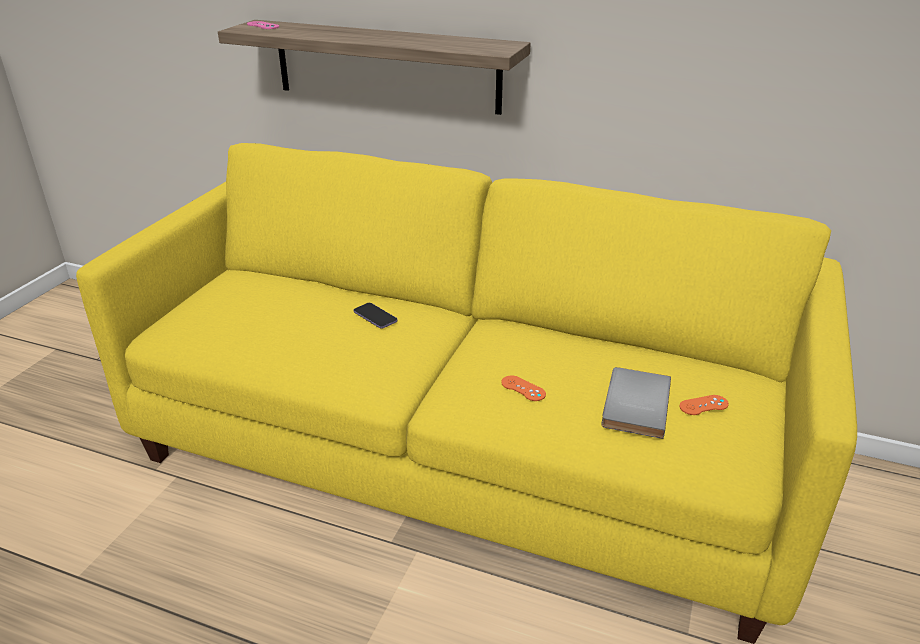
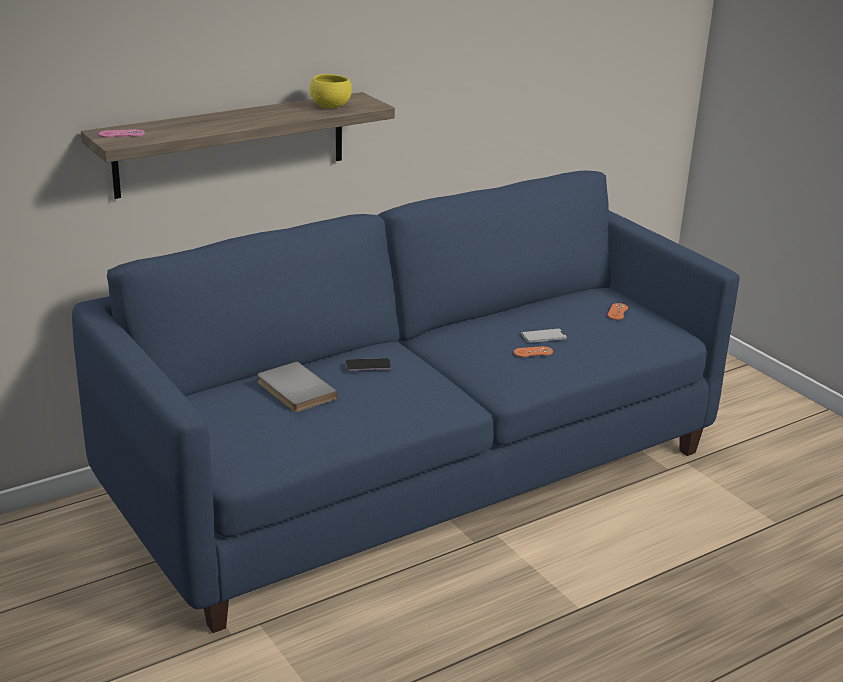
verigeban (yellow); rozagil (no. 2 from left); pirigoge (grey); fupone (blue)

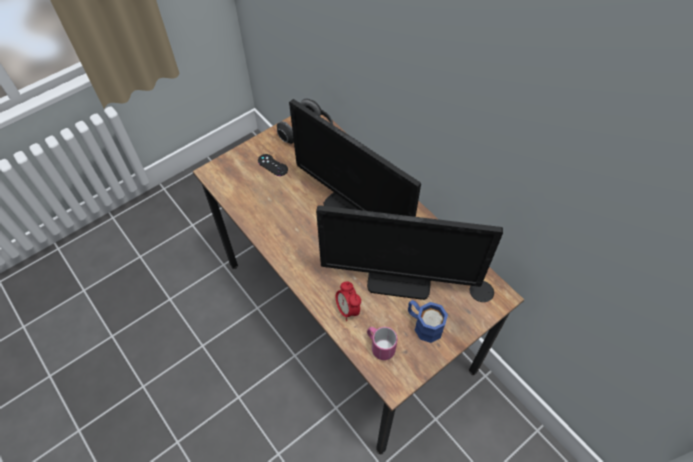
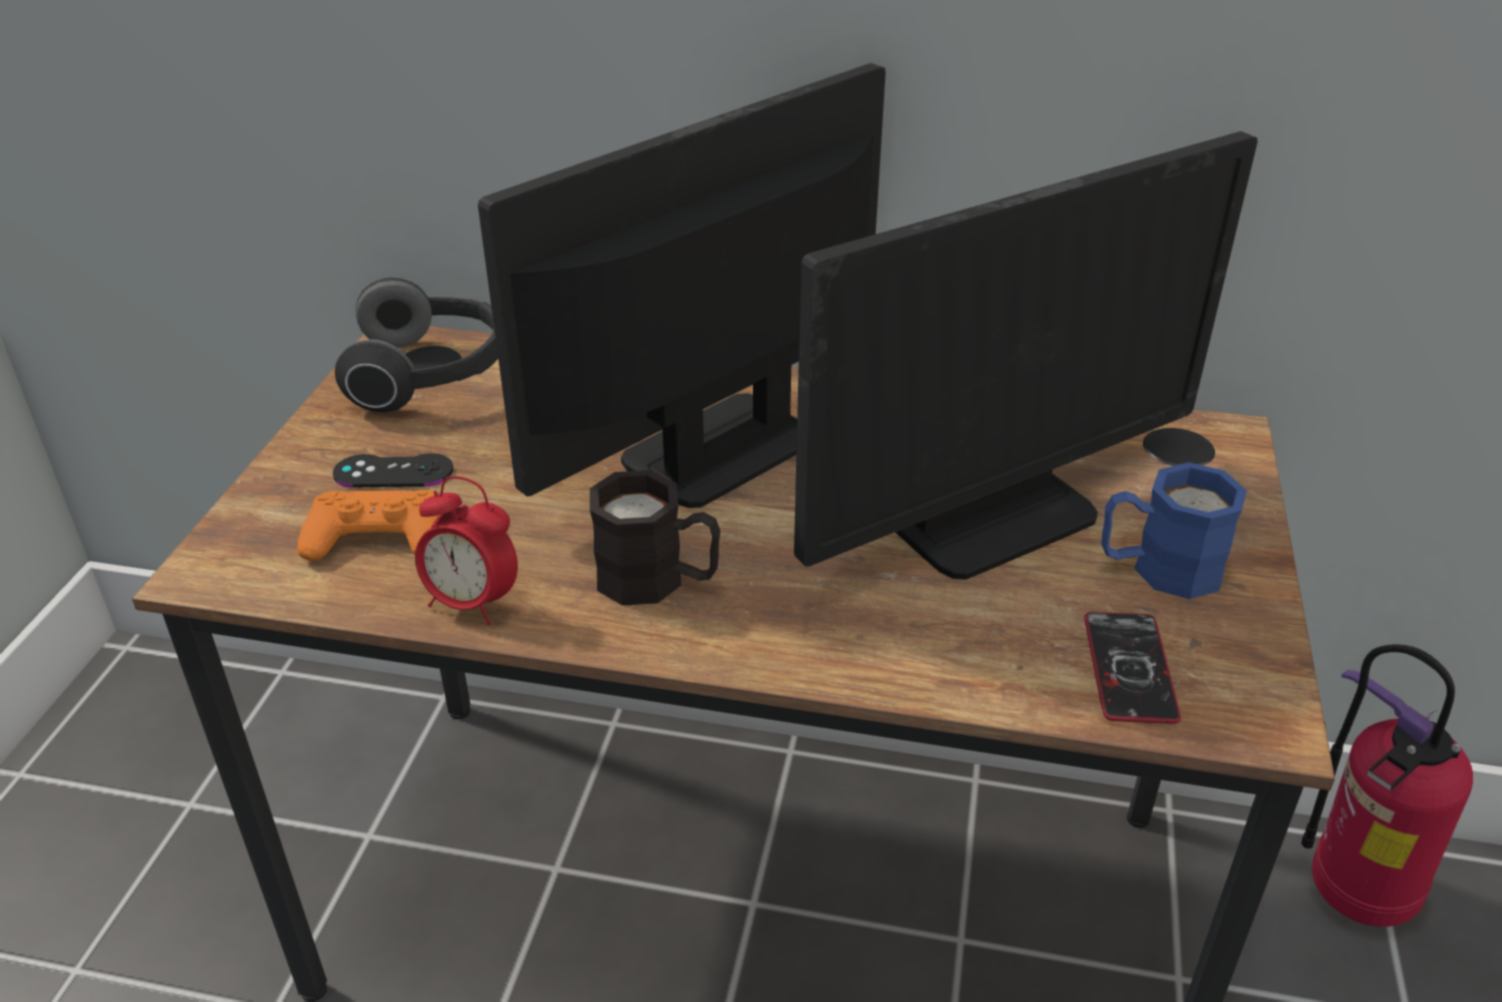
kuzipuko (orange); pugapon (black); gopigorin; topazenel; rozagil; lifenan (no. 1 from left)

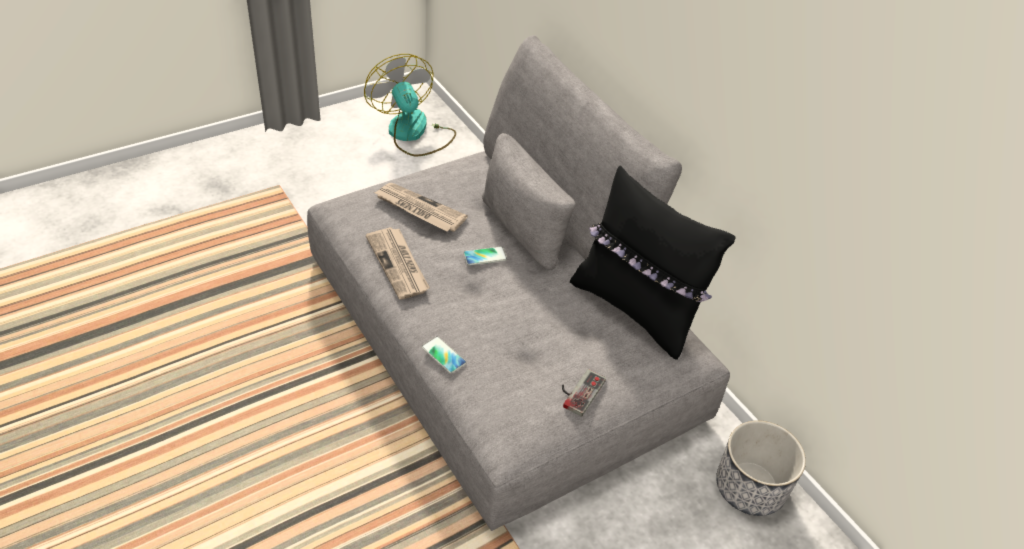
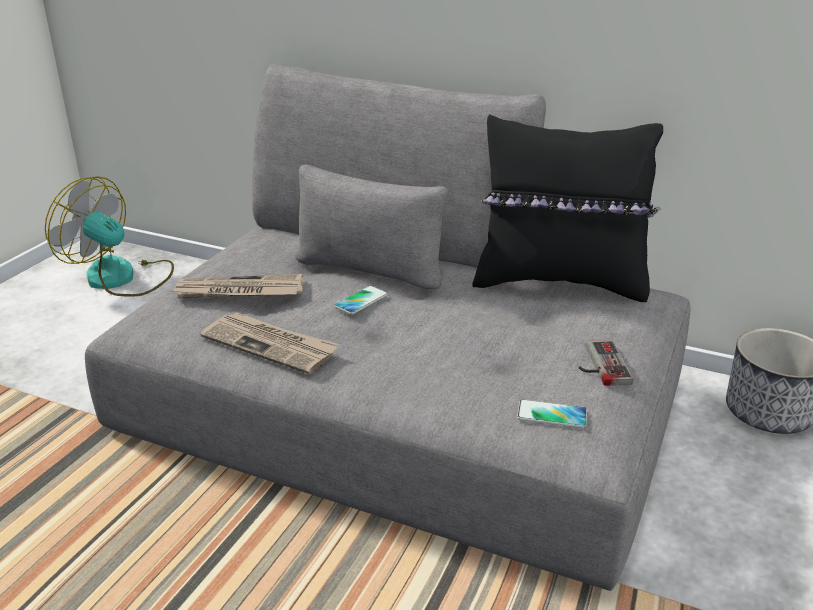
rozagil (no. 2 from left)

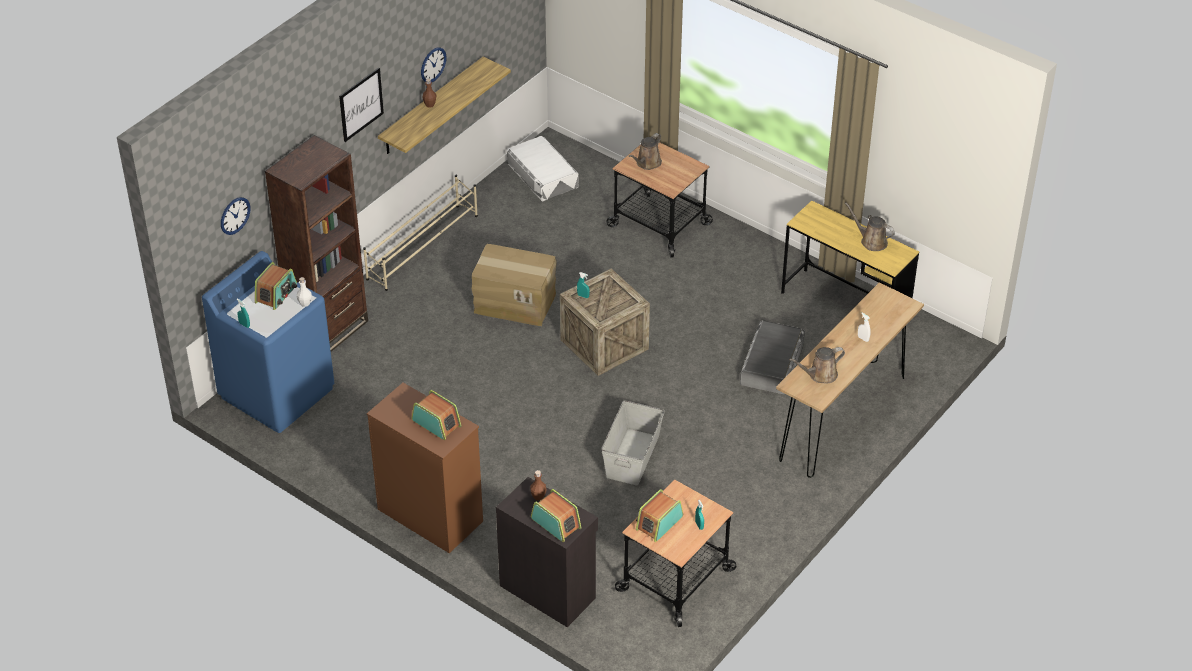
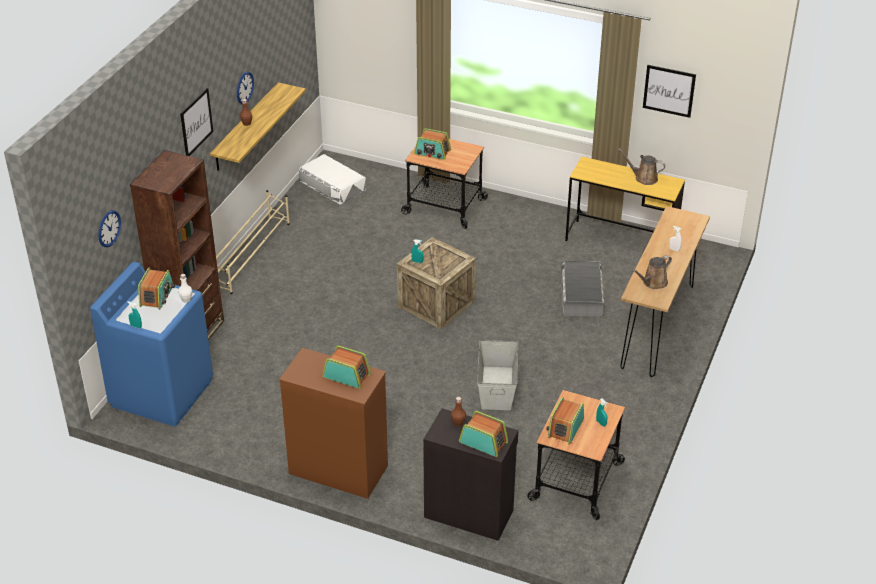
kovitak; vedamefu (no. 2 from left); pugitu (no. 3 from left)

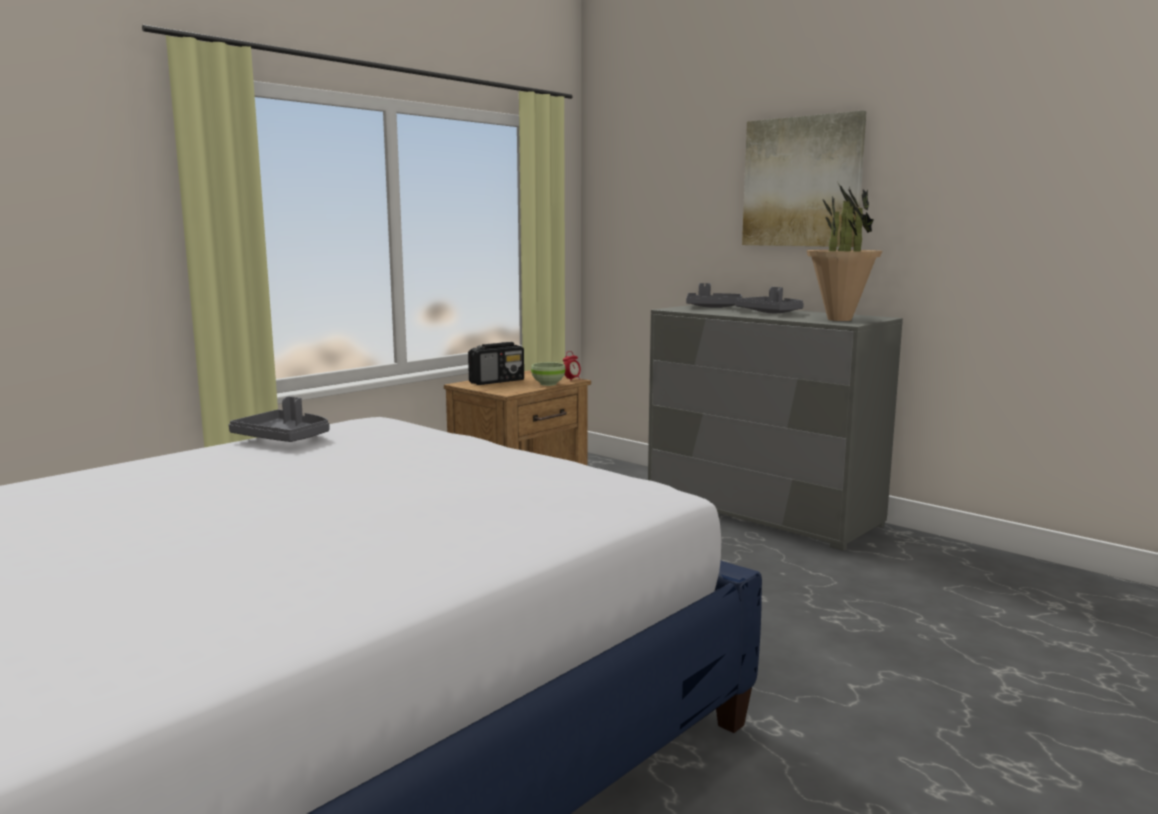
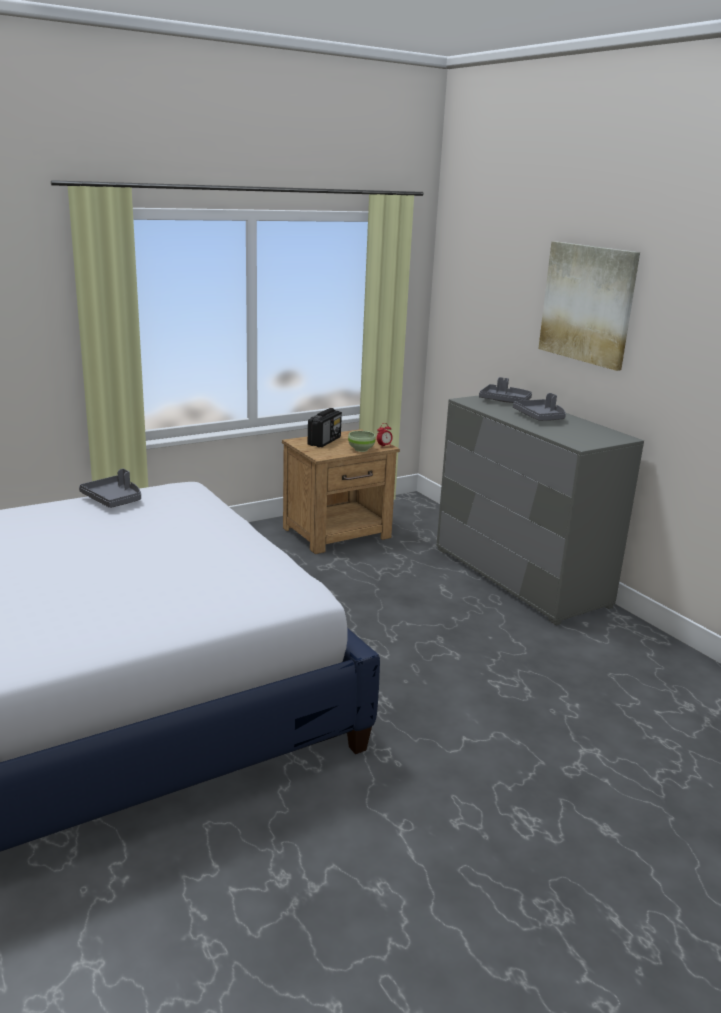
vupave; pugitu

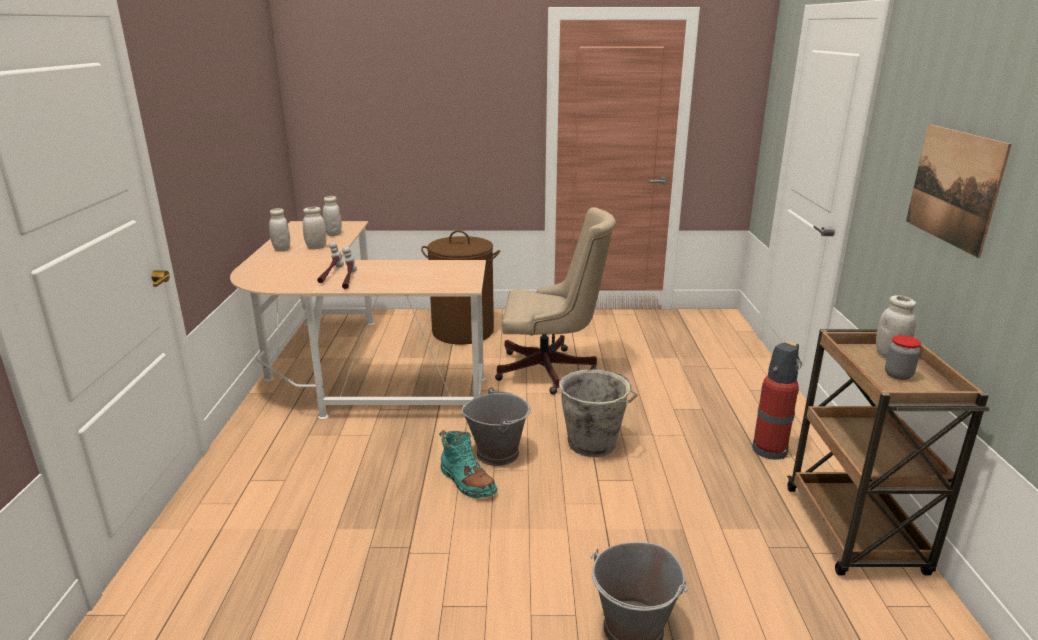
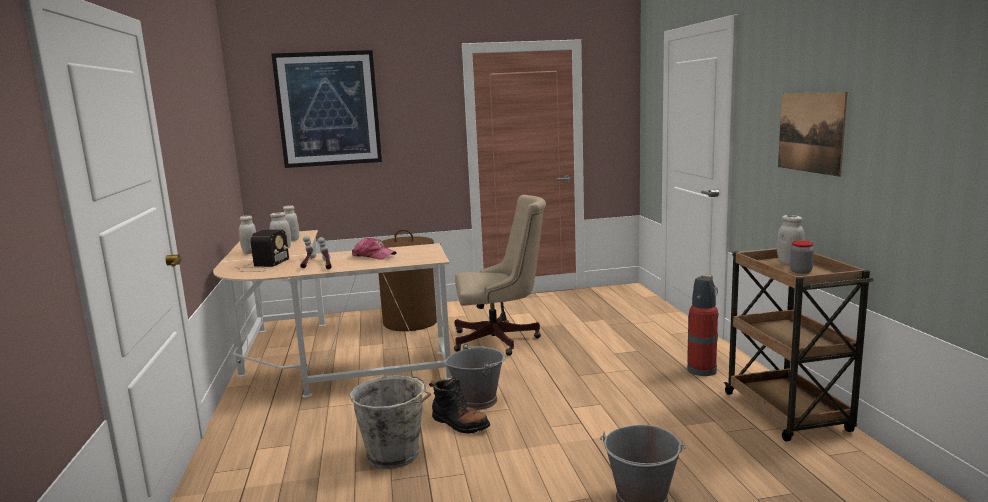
pugitu; vedamefu (no. 1 from left); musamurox; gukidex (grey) (no. 1 from left); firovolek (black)

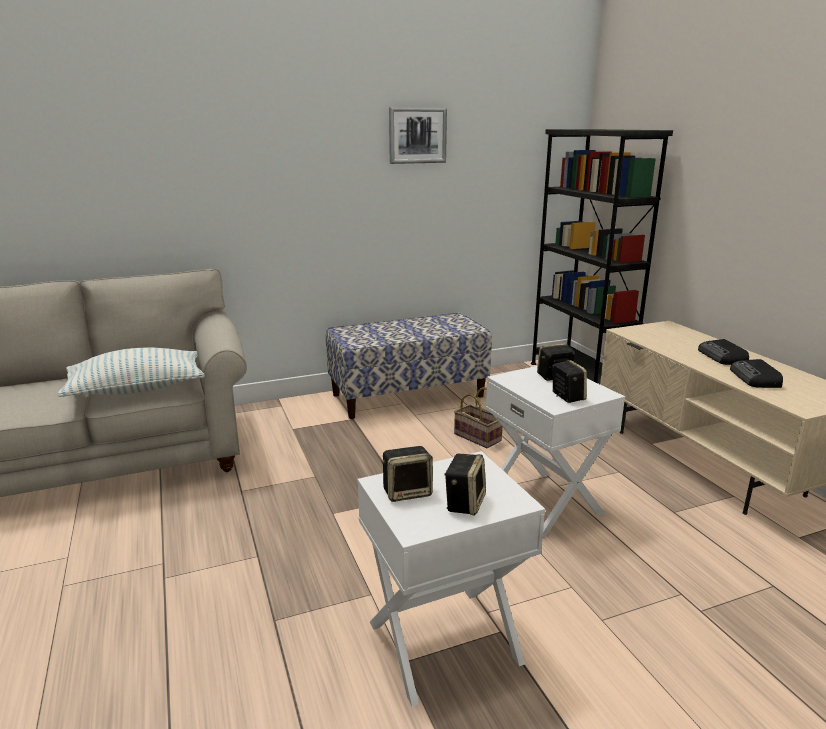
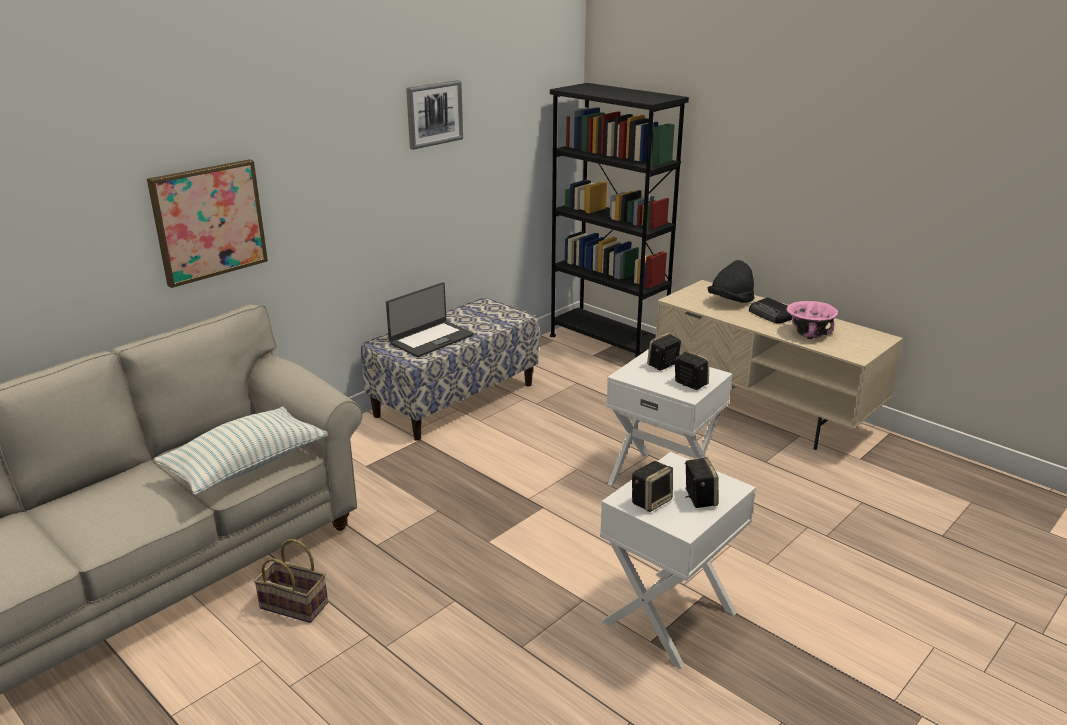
vedamefu (no. 1 from left); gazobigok; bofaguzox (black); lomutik; verigeban (pink)

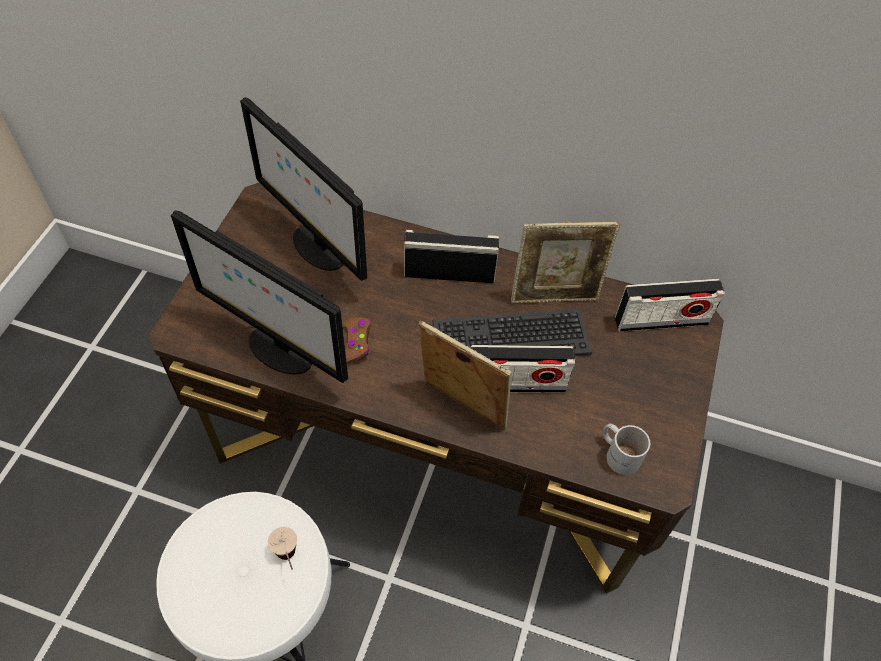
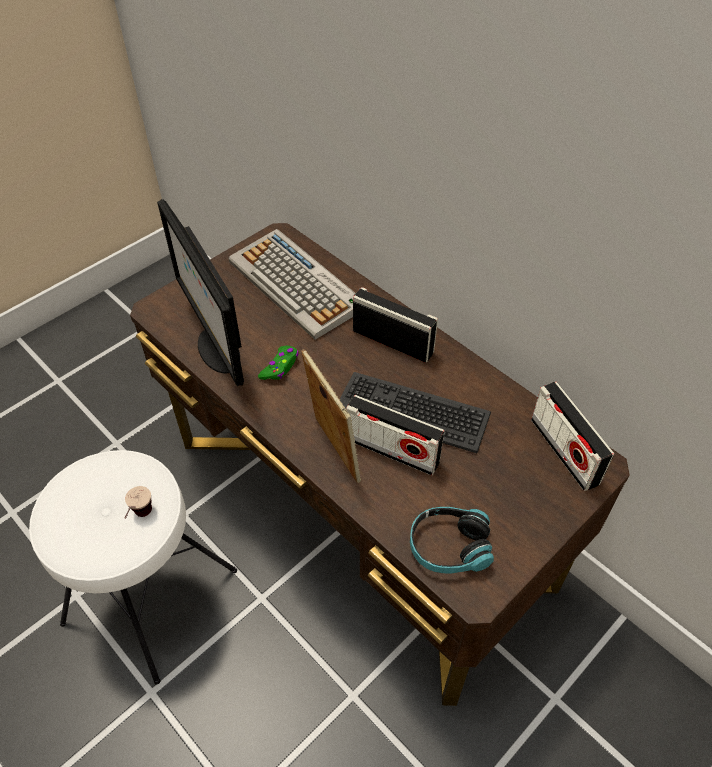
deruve (no. 2 from left in the first image); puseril (no. 1 from left); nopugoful; kuzipuko (green); pugitu (no. 3 from left)

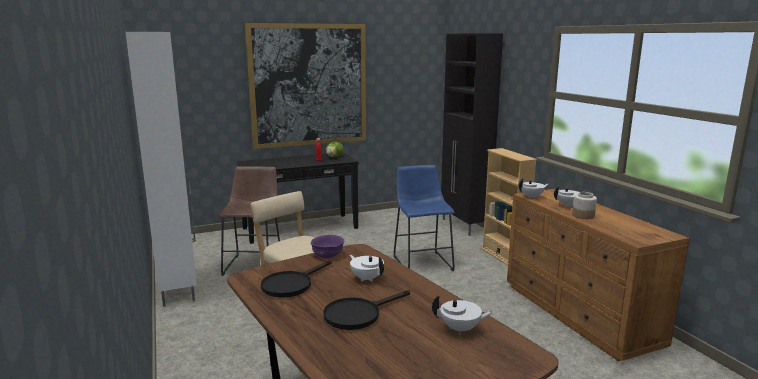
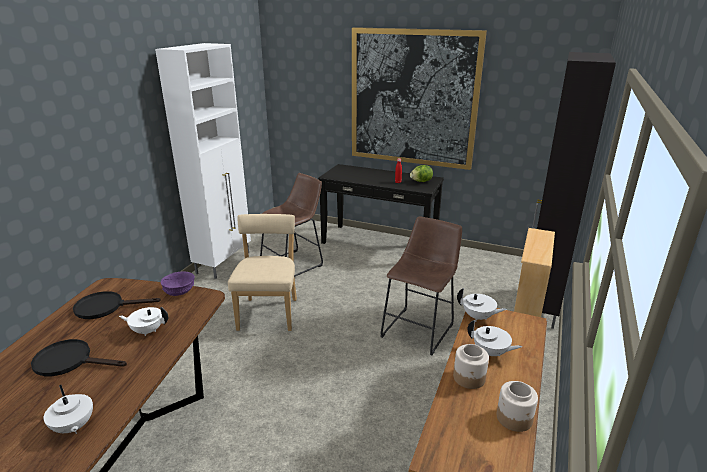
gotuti (no. 2 from left); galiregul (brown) (no. 2 from left); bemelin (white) (no. 2 from left)

